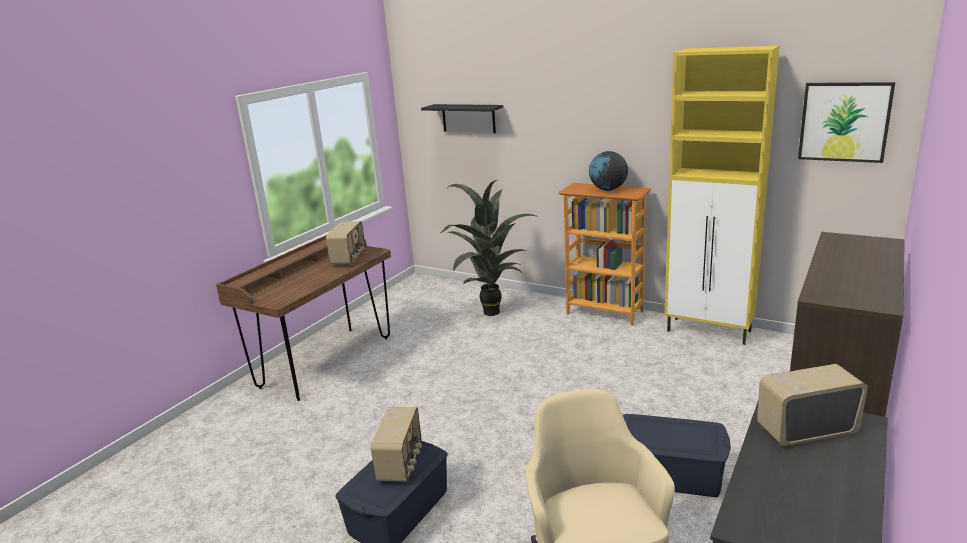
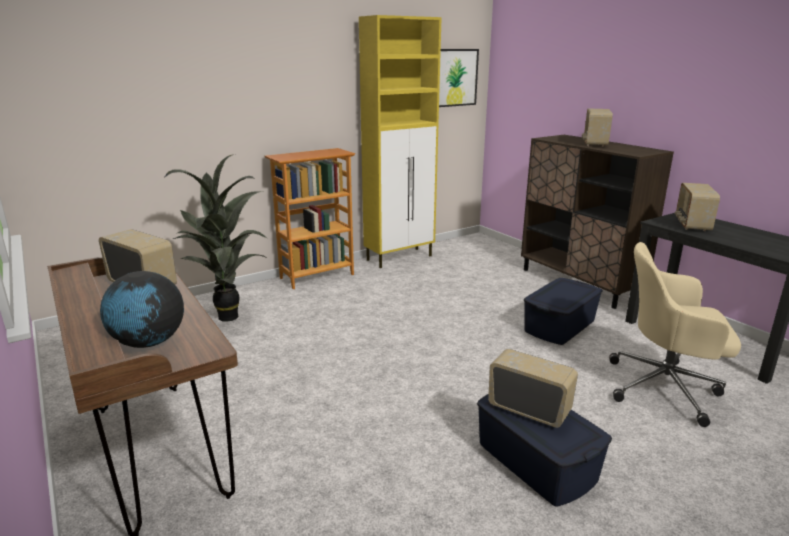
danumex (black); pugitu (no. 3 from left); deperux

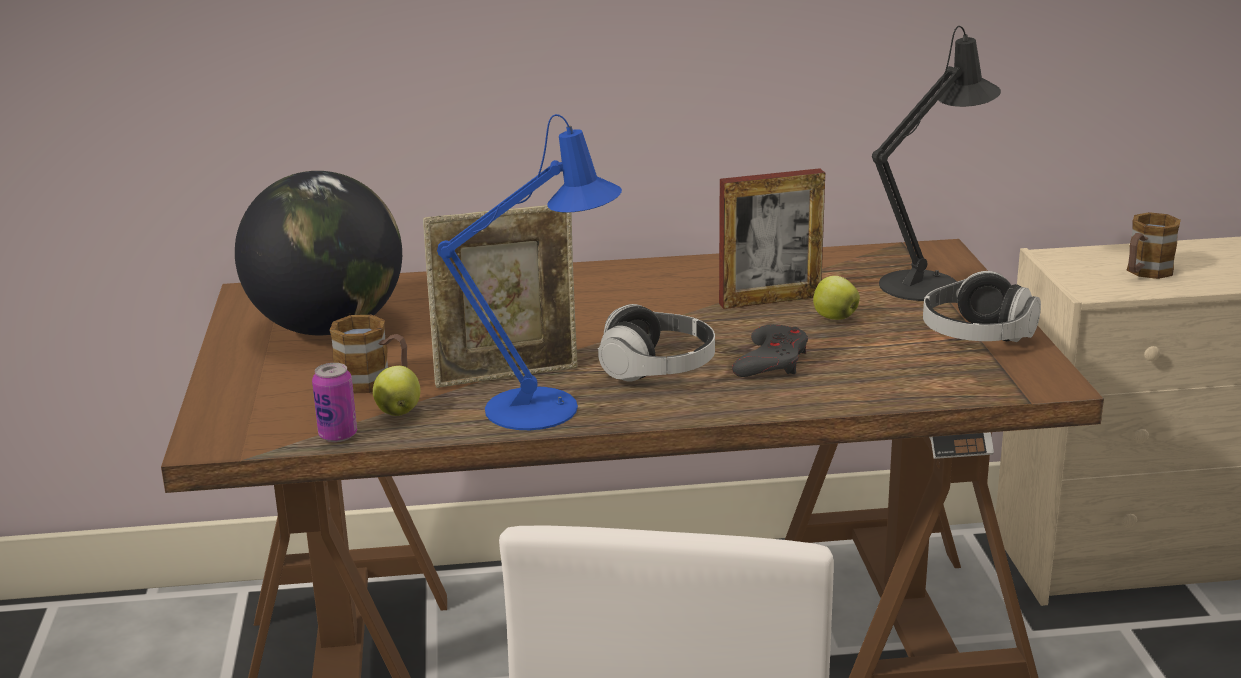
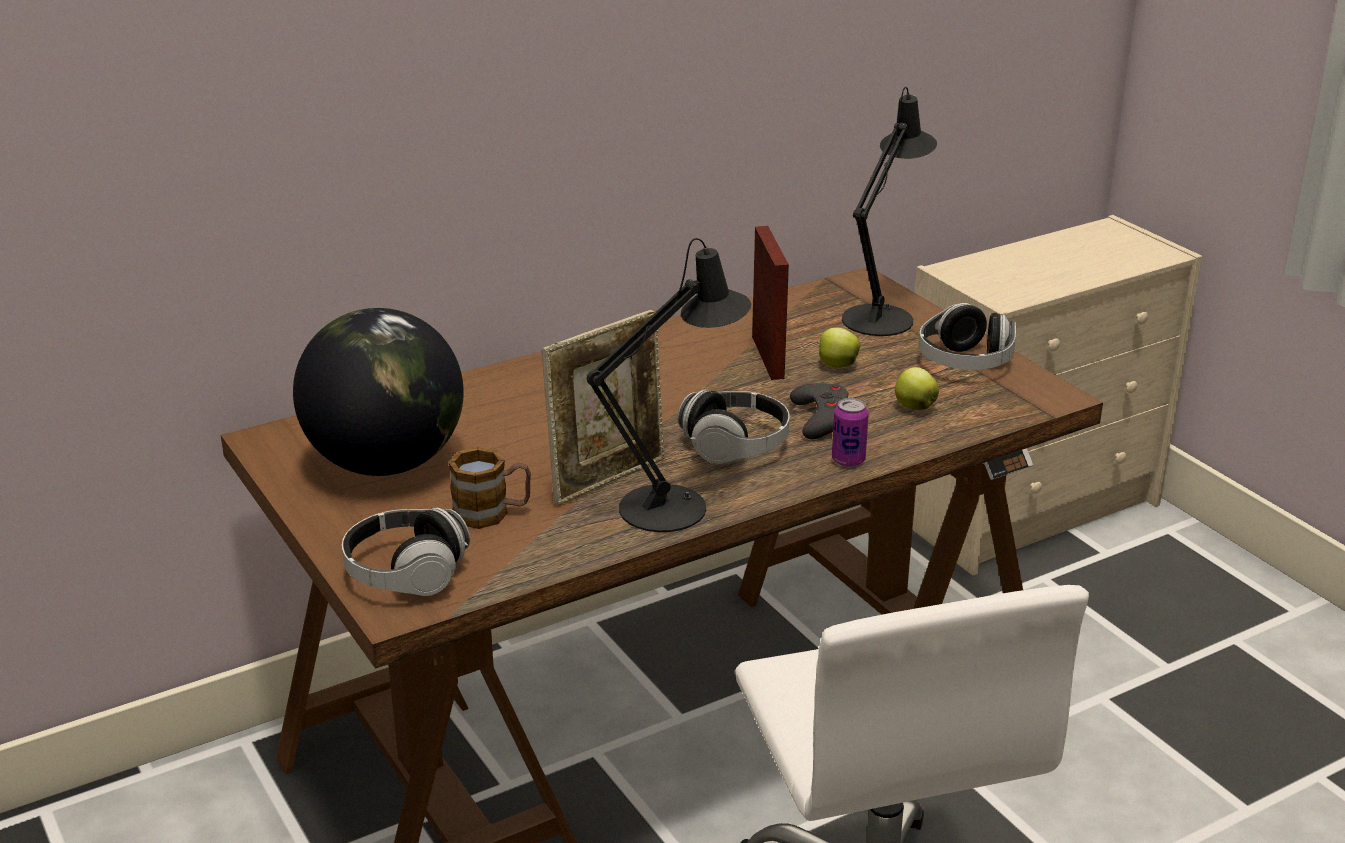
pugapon (no. 2 from left in the first image); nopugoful (no. 1 from left); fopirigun; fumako (no. 2 from left); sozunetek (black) (no. 1 from left); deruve (no. 2 from left)

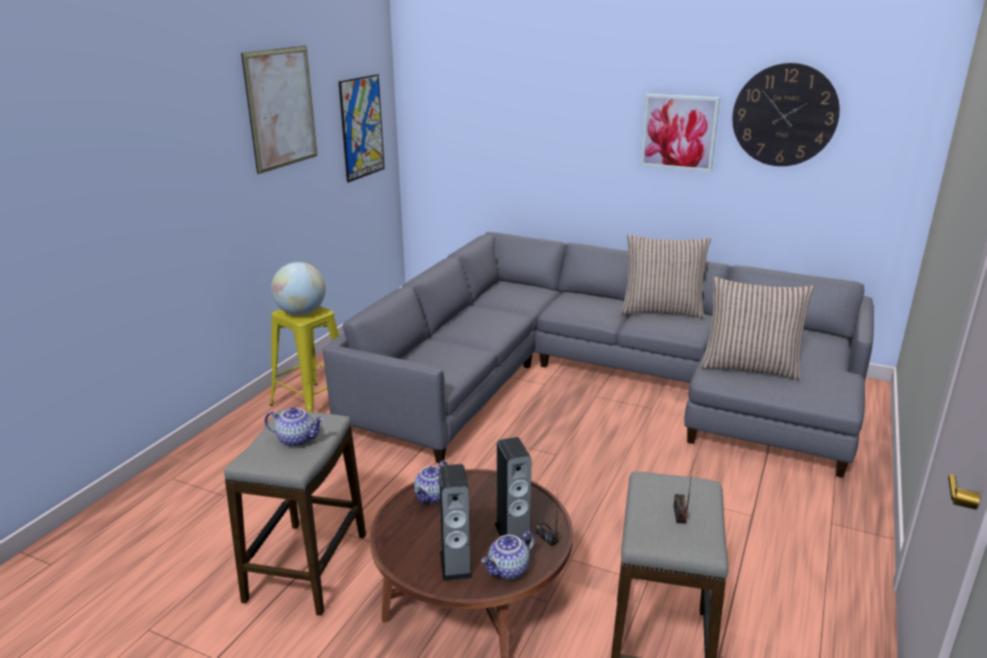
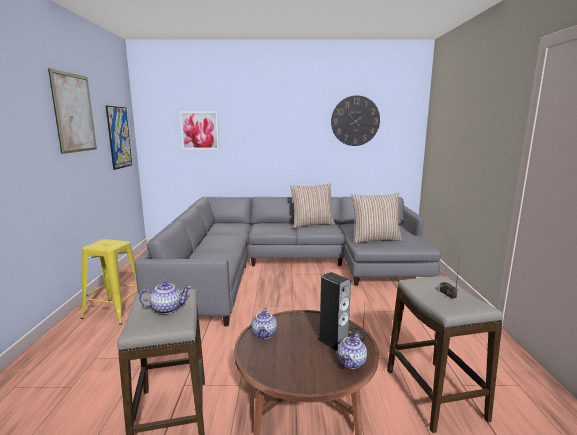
deperux; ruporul (no. 1 from left in the first image); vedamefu (no. 3 from left)

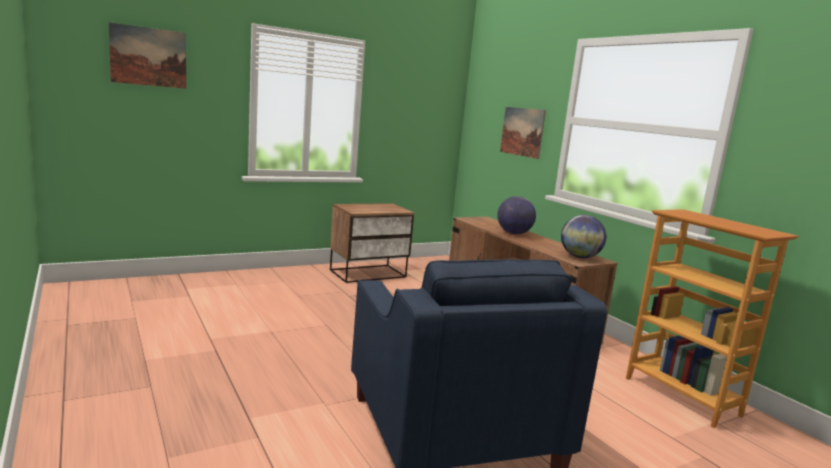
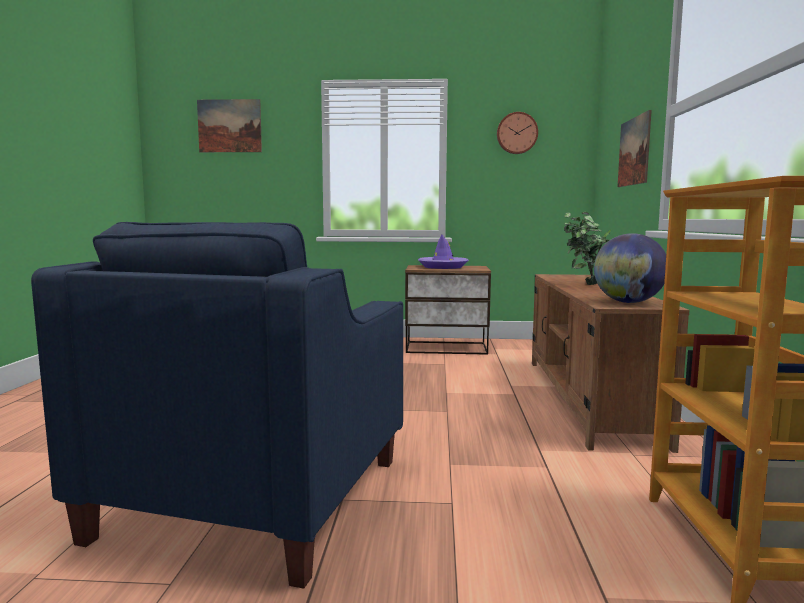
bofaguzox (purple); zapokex; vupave

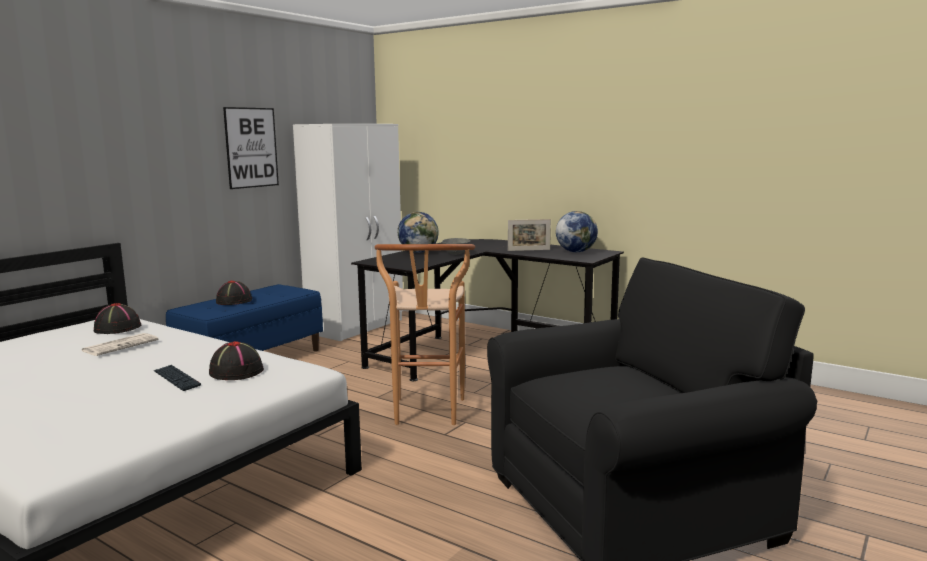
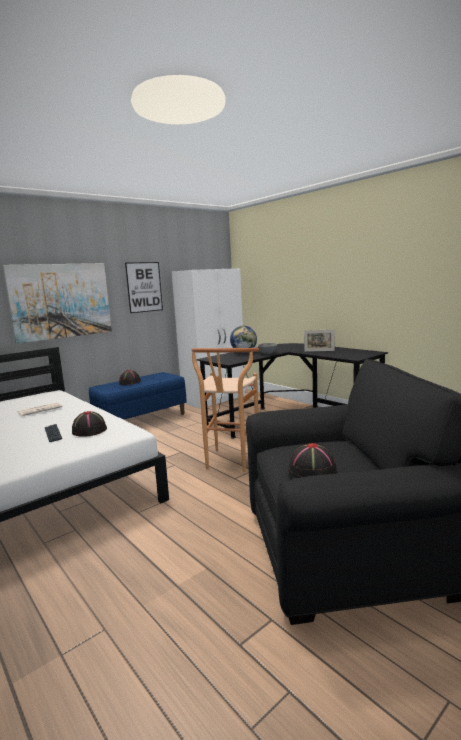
deperux (no. 2 from left in the first image); vedamefu (no. 1 from left); bofaguzox (black) (no. 3 from left)

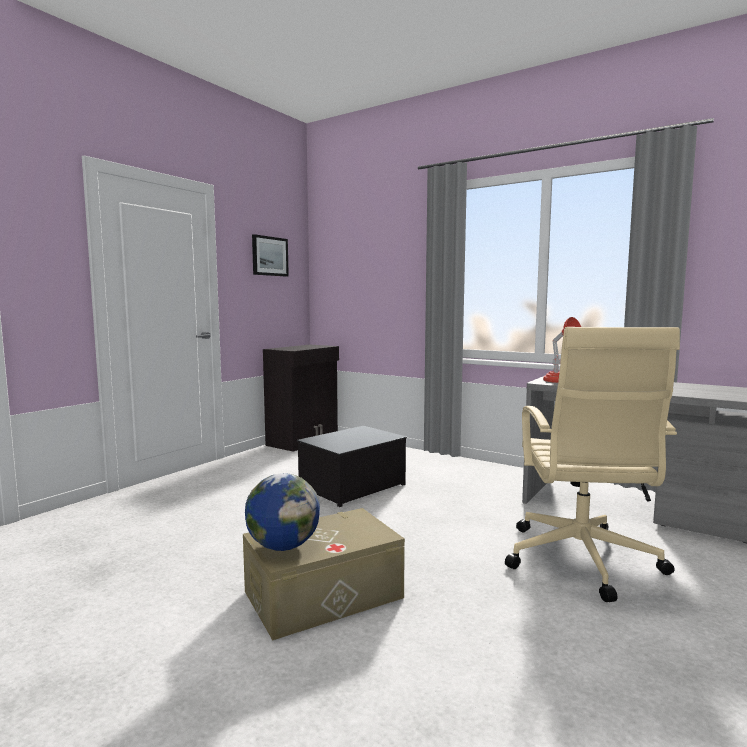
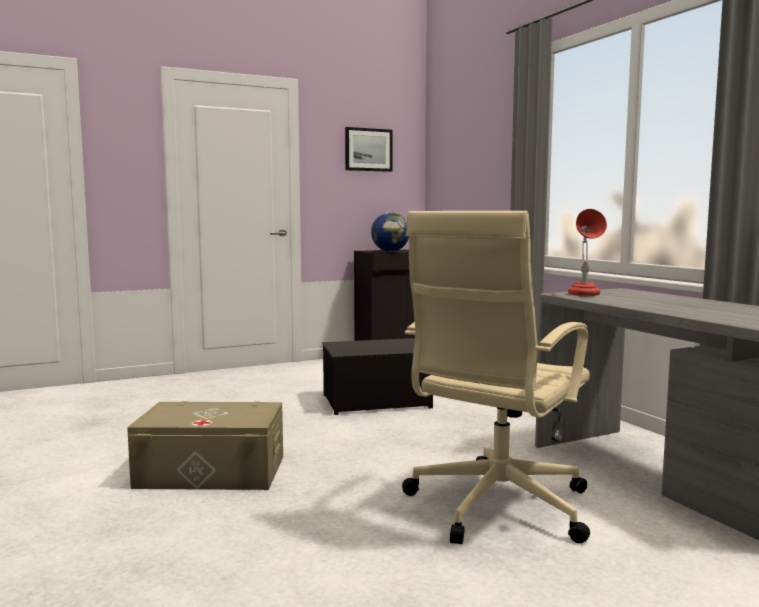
deperux

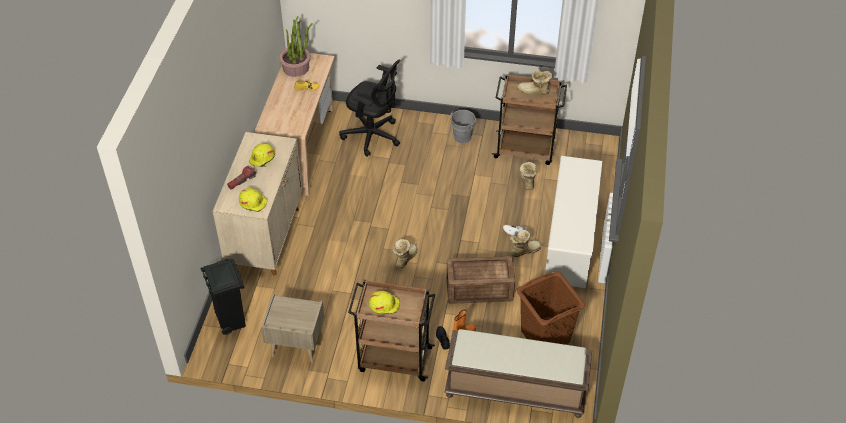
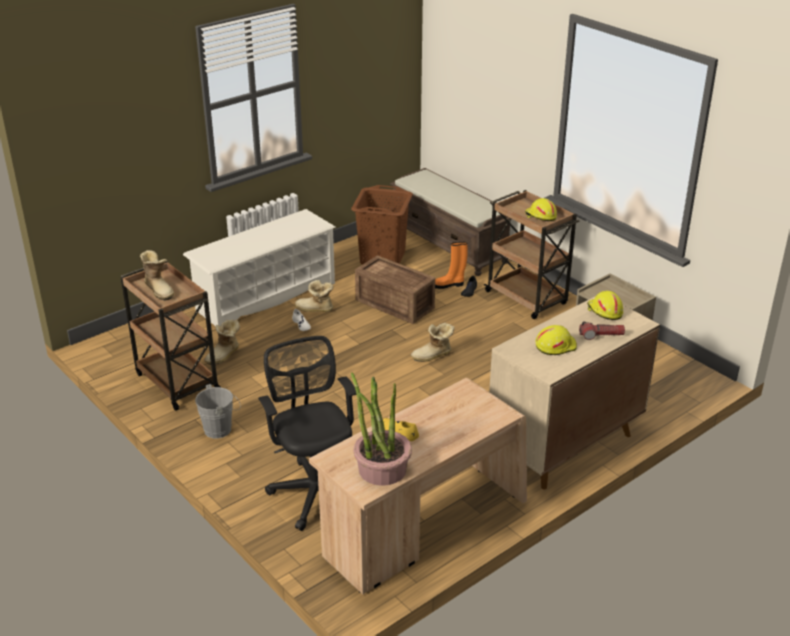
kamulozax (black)

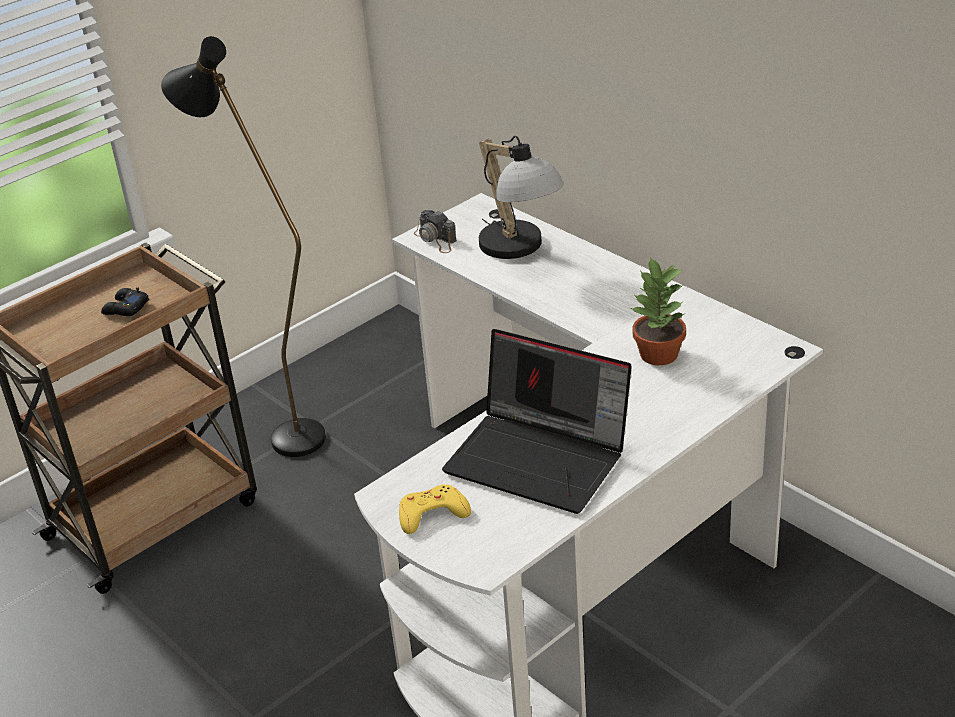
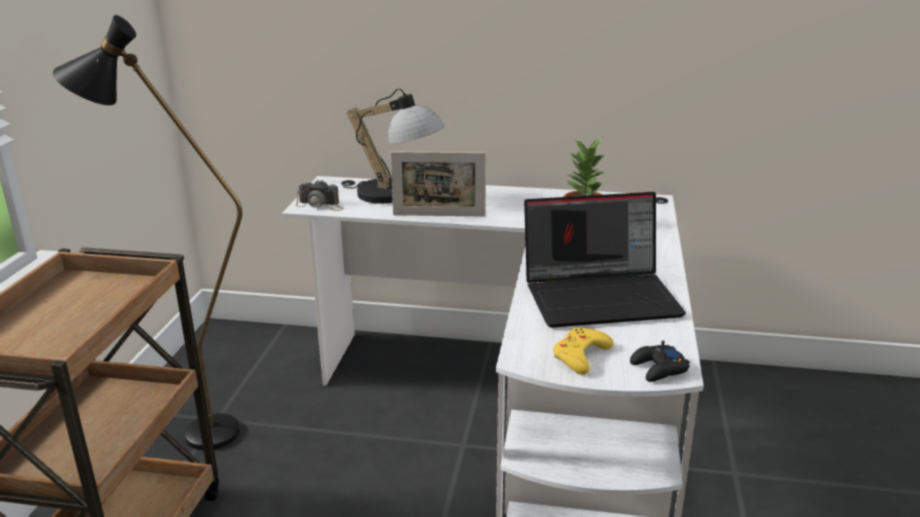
deruve; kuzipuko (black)

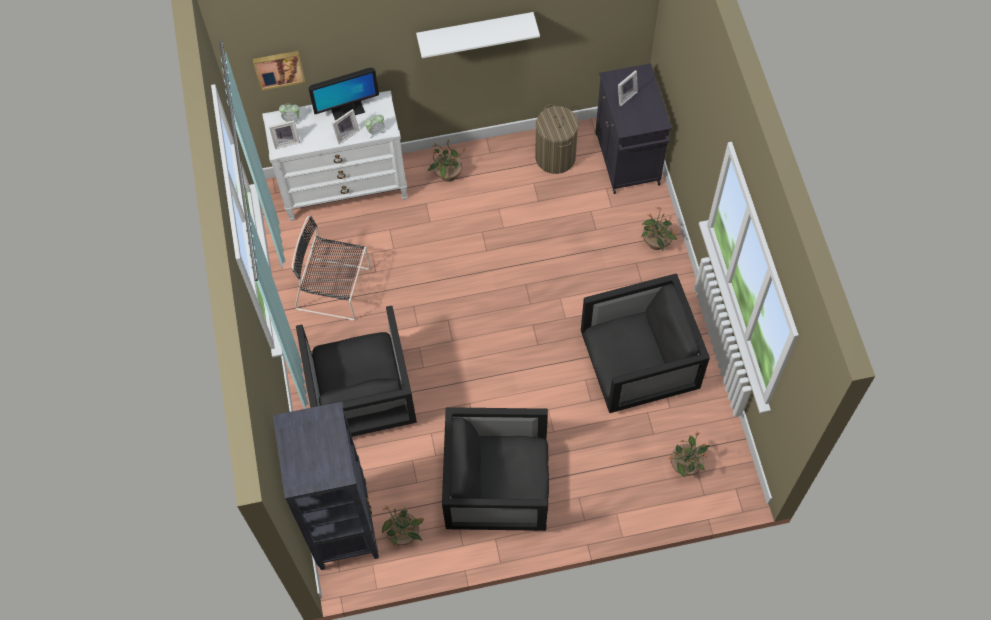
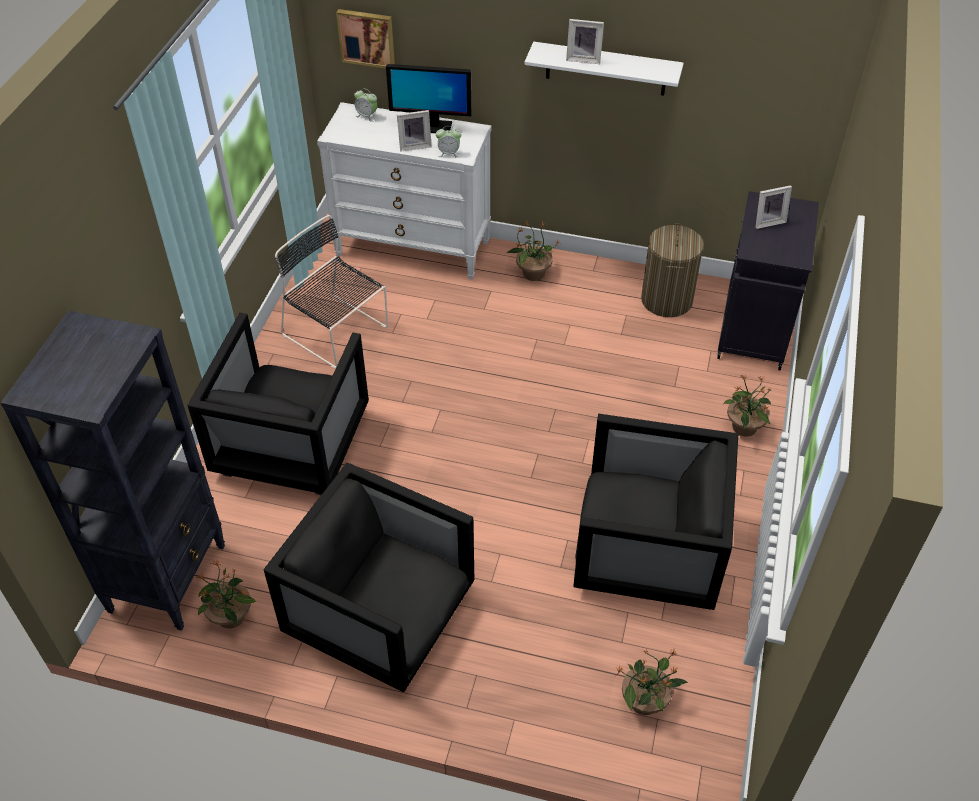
deruve (no. 2 from left)

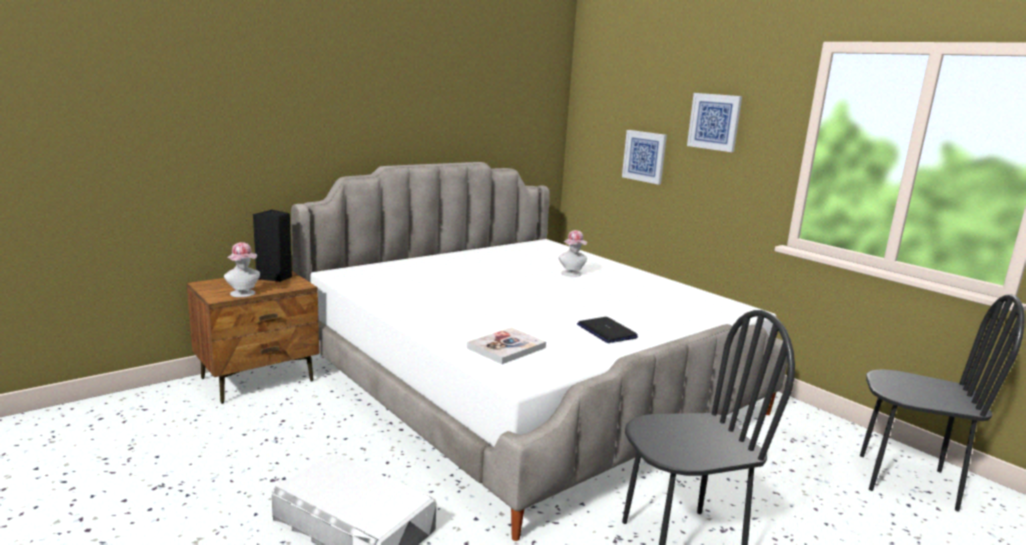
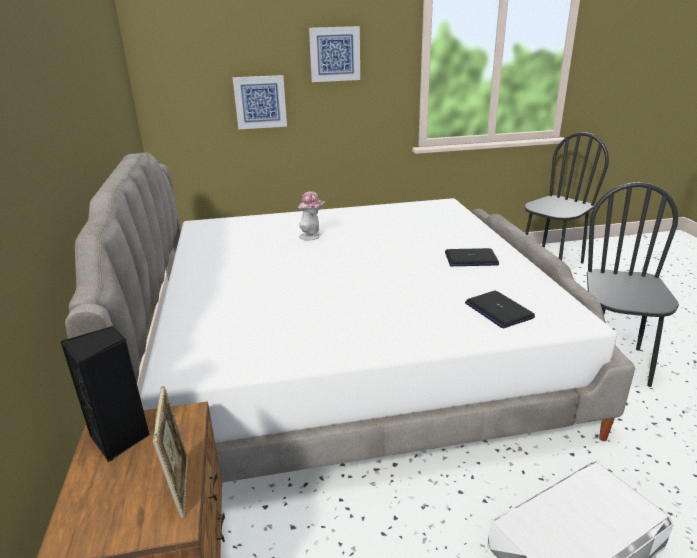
deruve; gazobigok (no. 2 from left)

